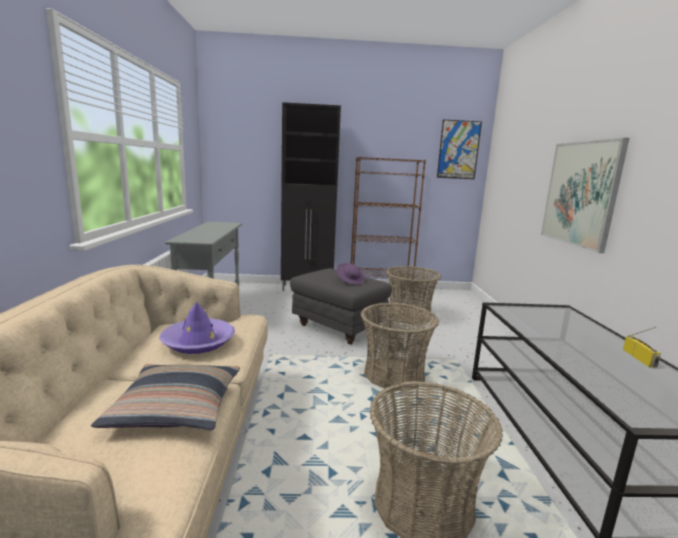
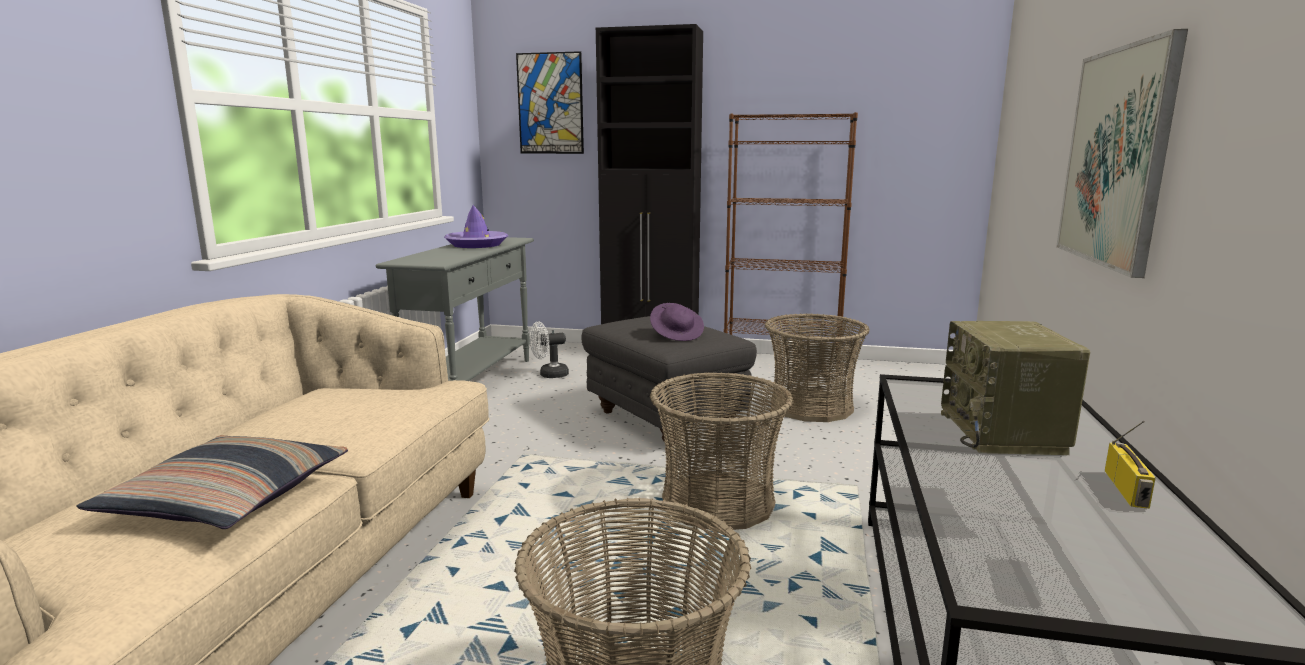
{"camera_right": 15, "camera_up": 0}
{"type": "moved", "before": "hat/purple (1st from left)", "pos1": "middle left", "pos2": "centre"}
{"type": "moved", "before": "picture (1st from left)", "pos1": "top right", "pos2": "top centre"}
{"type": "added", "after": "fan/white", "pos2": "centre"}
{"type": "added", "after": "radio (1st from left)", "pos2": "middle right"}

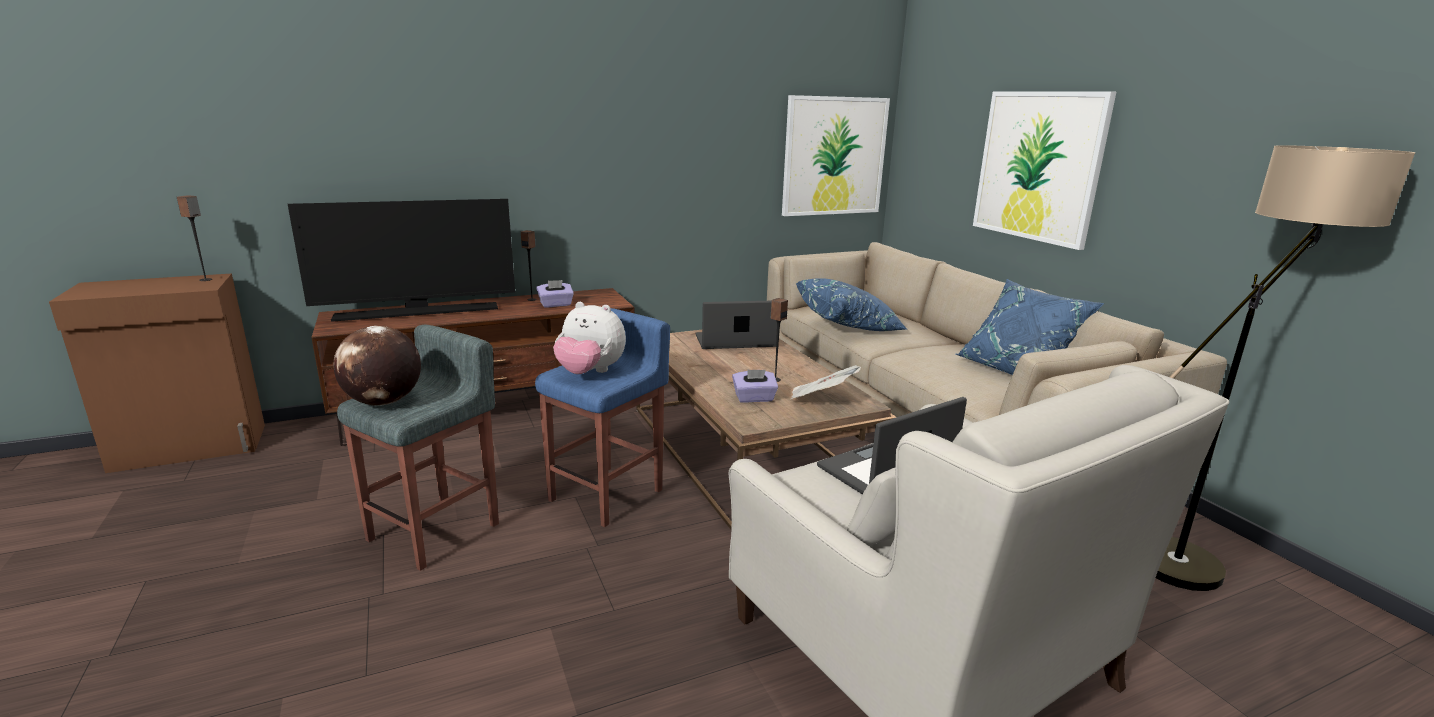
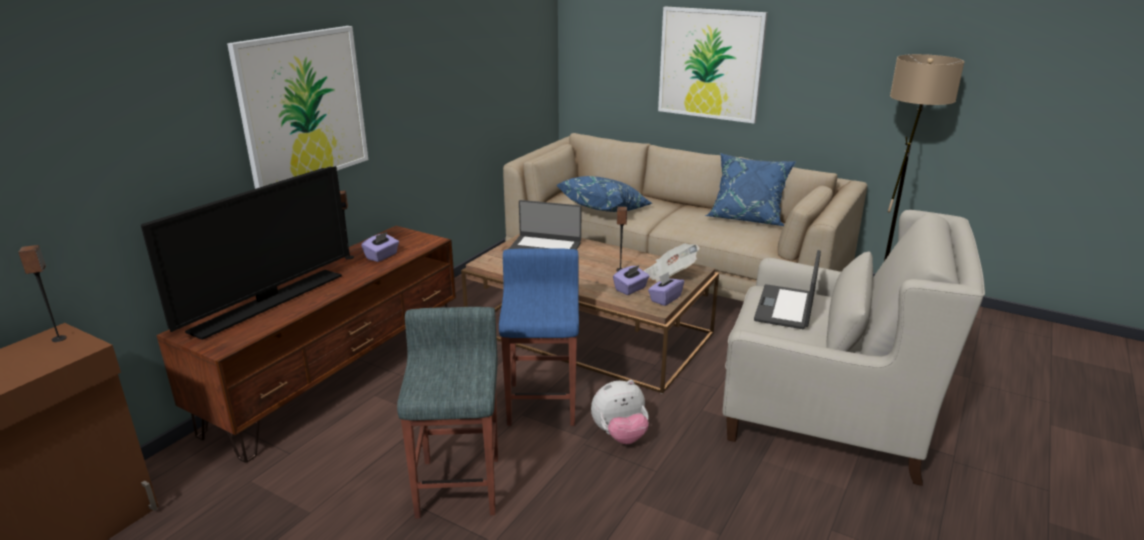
{"camera_right": -35, "camera_up": 5}
{"type": "removed", "before": "globe", "pos1": "middle left"}
{"type": "moved", "before": "plush toy", "pos1": "centre", "pos2": "bottom centre"}
{"type": "turned", "before": "laptop (1st from left)", "pos1": "centre", "pos2": "centre", "turn": -120}
{"type": "moved", "before": "picture (1st from left)", "pos1": "top centre", "pos2": "top left"}
{"type": "added", "after": "tissue box/purple (3rd from left)", "pos2": "centre"}

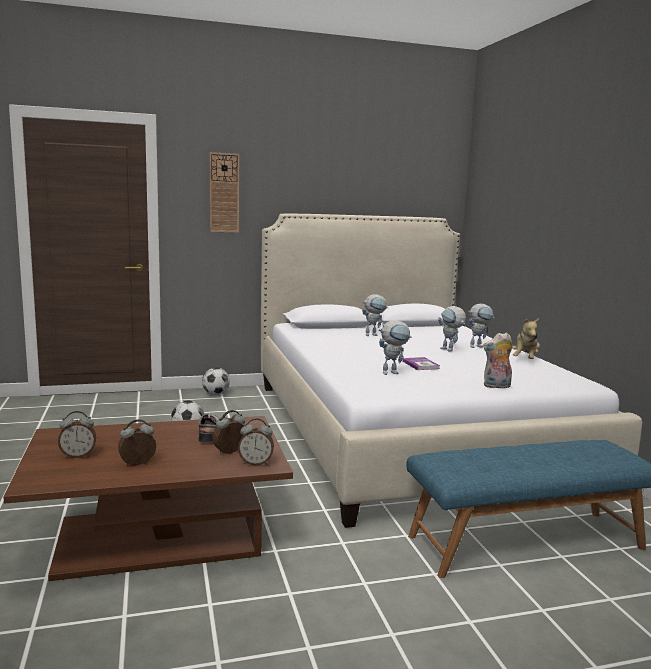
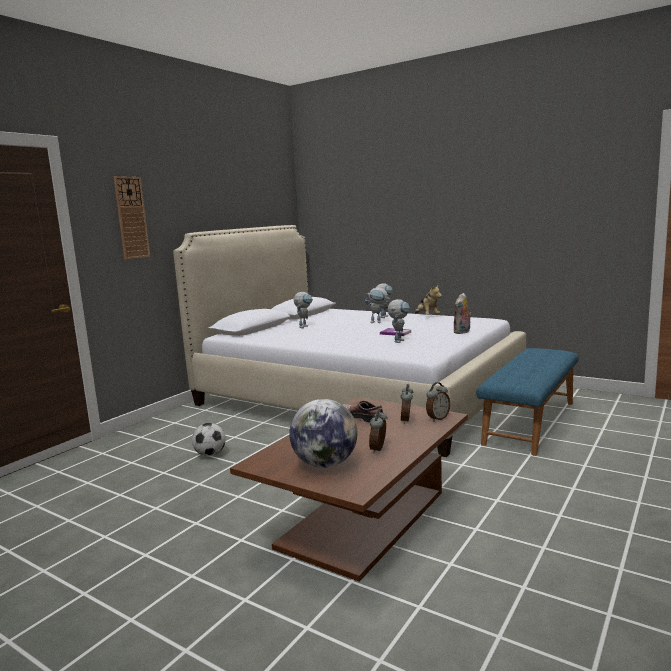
{"camera_right": -40, "camera_up": 0}
{"type": "replaced", "before": "alarm clock (1st from left)", "after": "globe", "pos1": "middle left", "pos2": "centre"}
{"type": "removed", "before": "football (2nd from left)", "pos1": "middle left"}

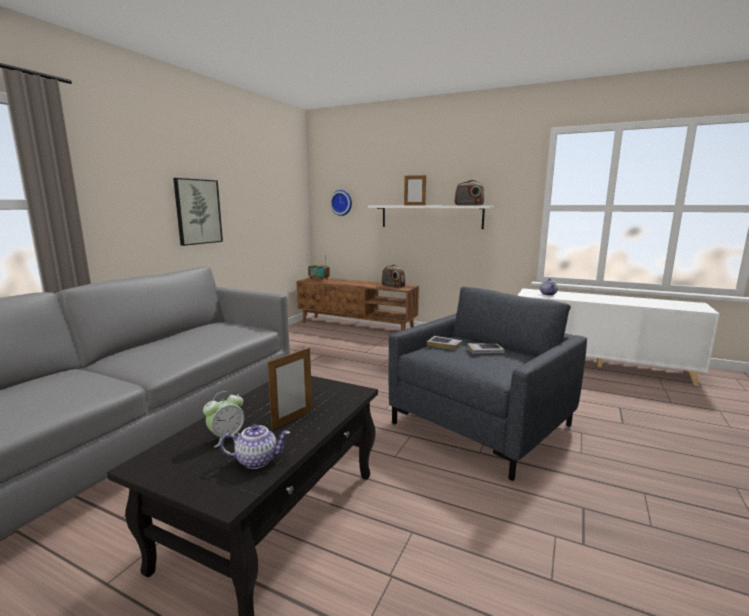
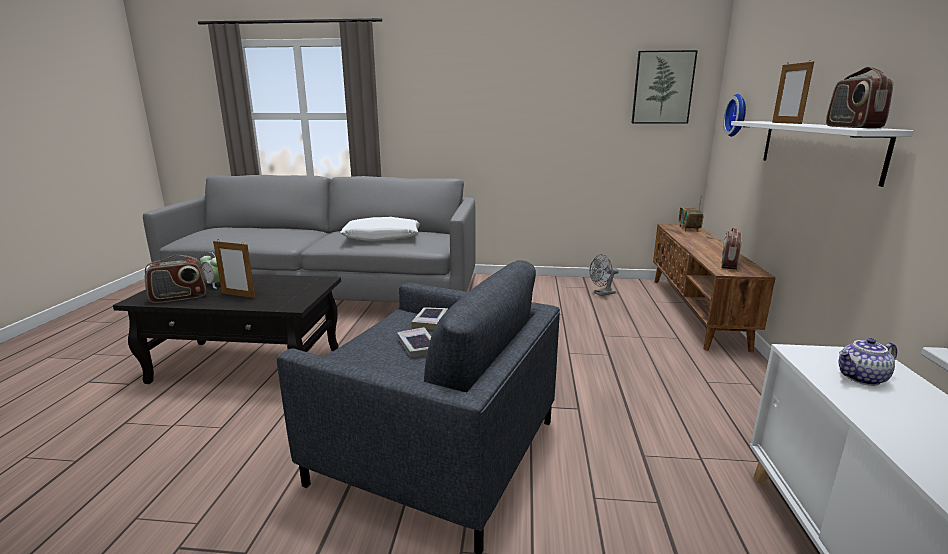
{"camera_right": 70, "camera_up": 5}
{"type": "moved", "before": "picture", "pos1": "middle left", "pos2": "top right"}
{"type": "replaced", "before": "teapot (1st from left)", "after": "radio (1st from left)", "pos1": "bottom centre", "pos2": "middle left"}
{"type": "added", "after": "pillow/white", "pos2": "centre"}
{"type": "added", "after": "fan/grey", "pos2": "centre"}

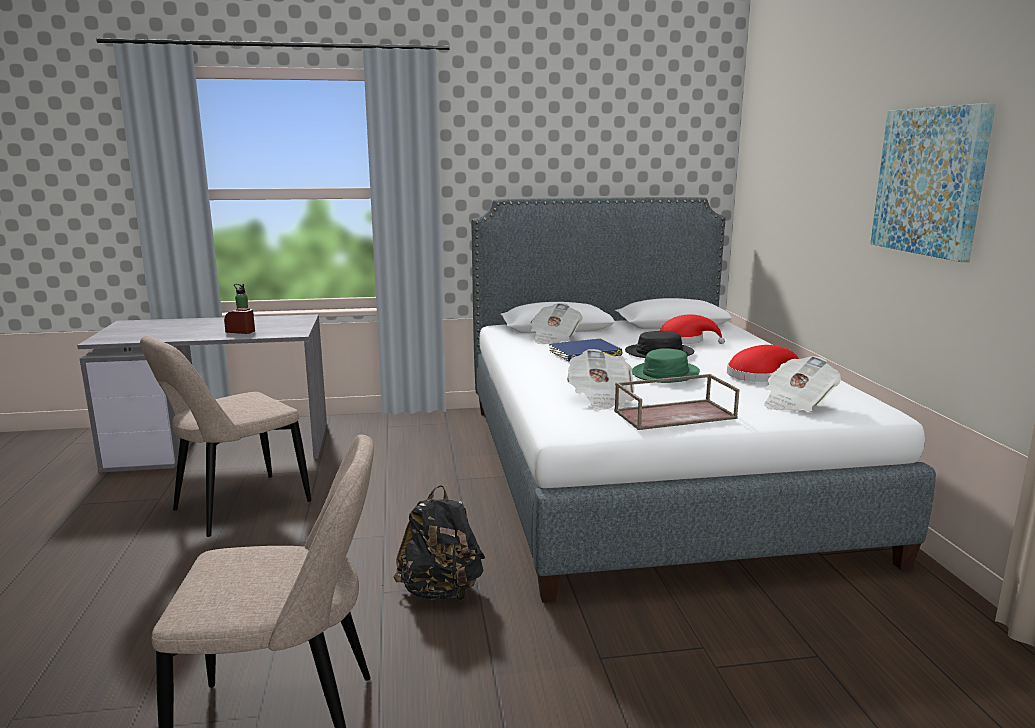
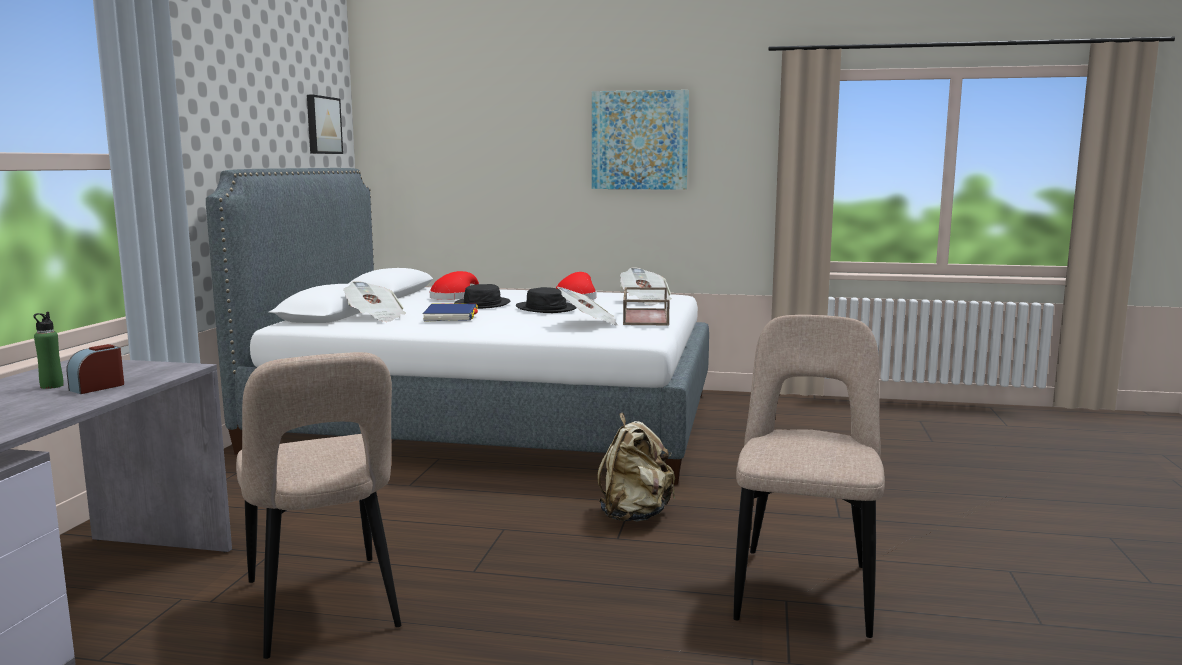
{"camera_right": -70, "camera_up": -5}
{"type": "recoloured", "before": "backpack/black", "after": "backpack/beige", "pos1": "bottom centre", "pos2": "bottom centre"}
{"type": "recoloured", "before": "hat/green", "after": "hat/black (2nd from left)", "pos1": "centre", "pos2": "centre"}
{"type": "added", "after": "picture (1st from left)", "pos2": "top left"}

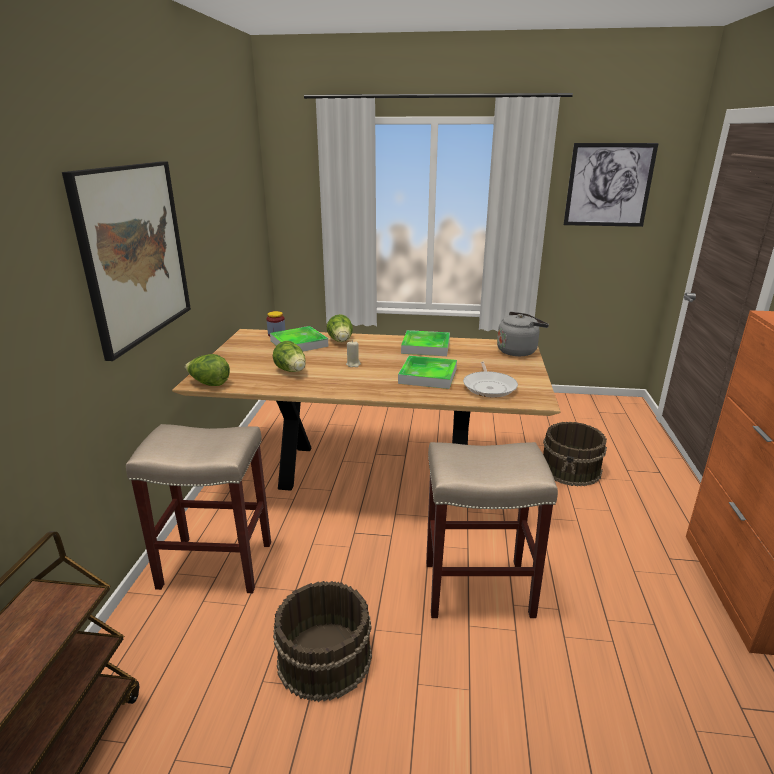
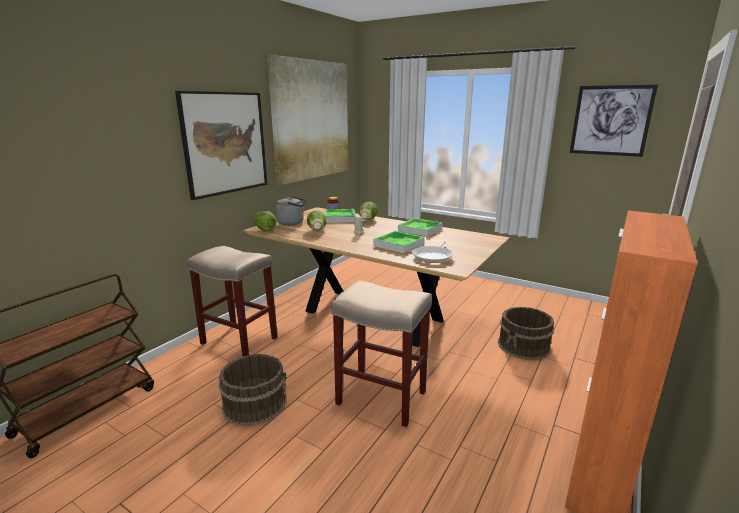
{"camera_right": 25, "camera_up": -5}
{"type": "moved", "before": "kettle/grey", "pos1": "middle right", "pos2": "centre"}
{"type": "added", "after": "picture (2nd from left)", "pos2": "top centre"}

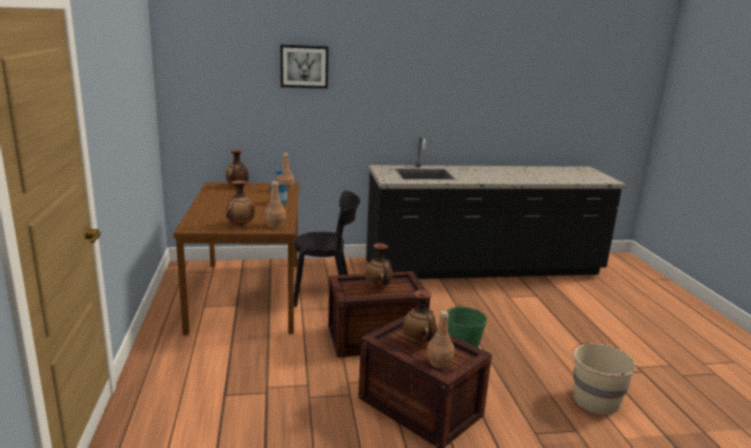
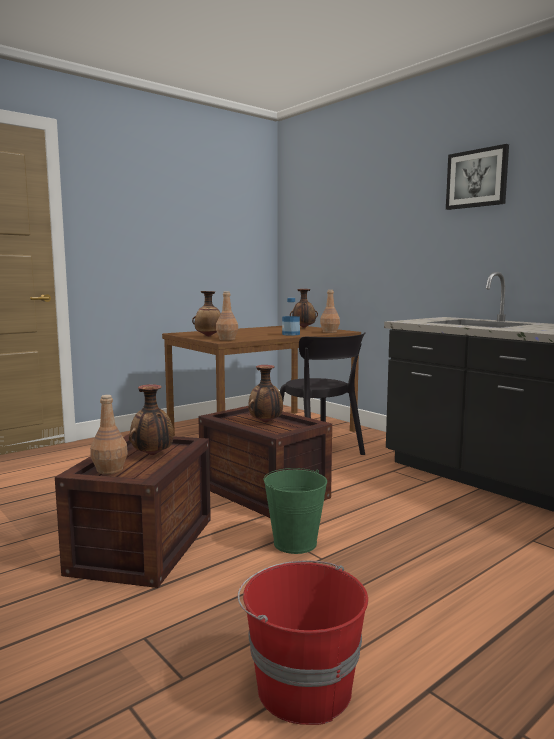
{"camera_right": 60, "camera_up": -10}
{"type": "moved", "before": "picture", "pos1": "top centre", "pos2": "top right"}
{"type": "recoloured", "before": "bucket/beige", "after": "bucket/red", "pos1": "bottom right", "pos2": "bottom centre"}

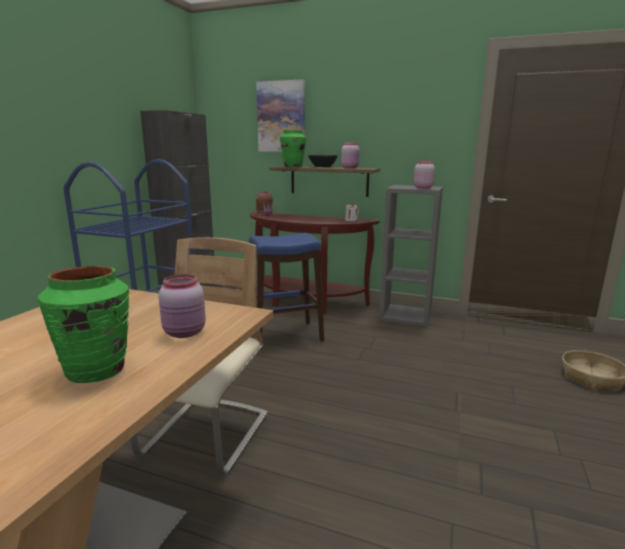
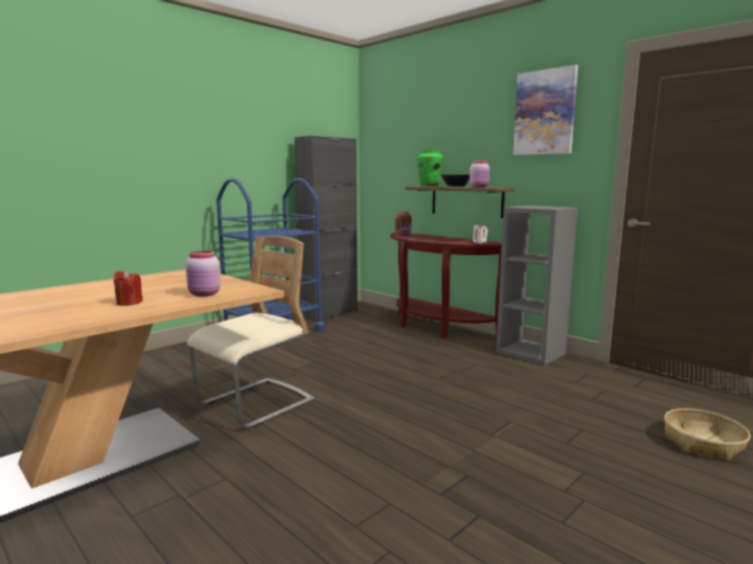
{"camera_right": 25, "camera_up": -5}
{"type": "replaced", "before": "vase/green (1st from left)", "after": "candle/red", "pos1": "middle left", "pos2": "middle left"}
{"type": "removed", "before": "stool/blue", "pos1": "centre"}
{"type": "moved", "before": "picture", "pos1": "top centre", "pos2": "top right"}
{"type": "removed", "before": "jar/pink (3rd from left)", "pos1": "top right"}

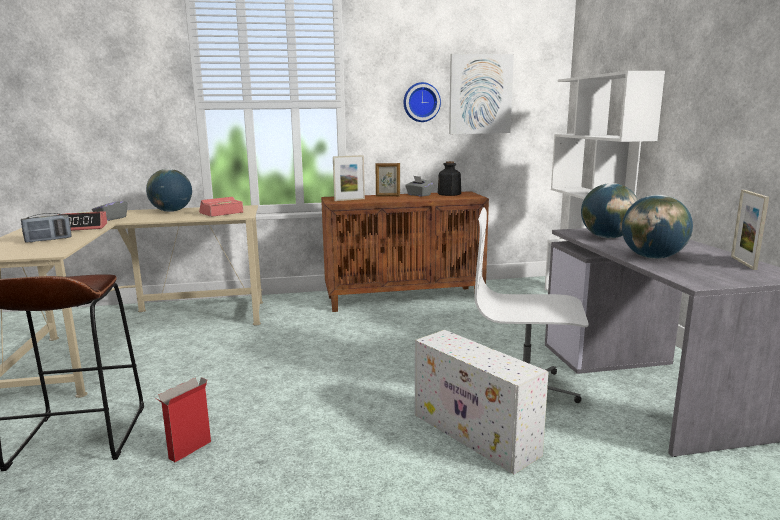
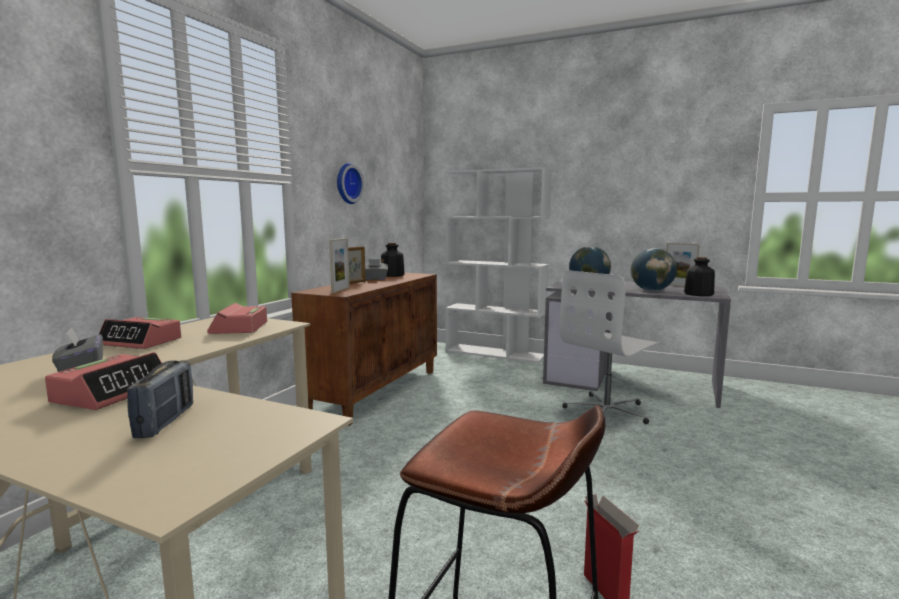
{"camera_right": -55, "camera_up": -5}
{"type": "replaced", "before": "globe (1st from left)", "after": "alarm clock (2nd from left)", "pos1": "middle left", "pos2": "middle left"}
{"type": "removed", "before": "storage box/white", "pos1": "bottom centre"}
{"type": "removed", "before": "picture", "pos1": "top centre"}
{"type": "added", "after": "bottle (2nd from left)", "pos2": "middle right"}

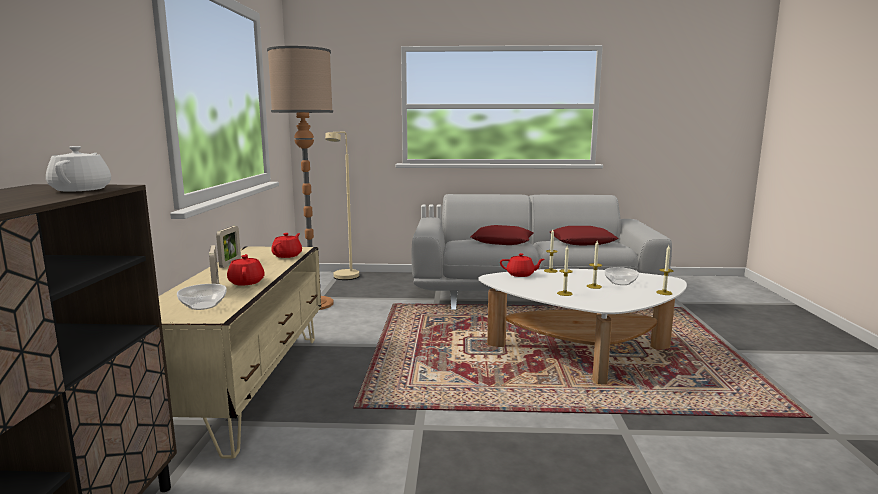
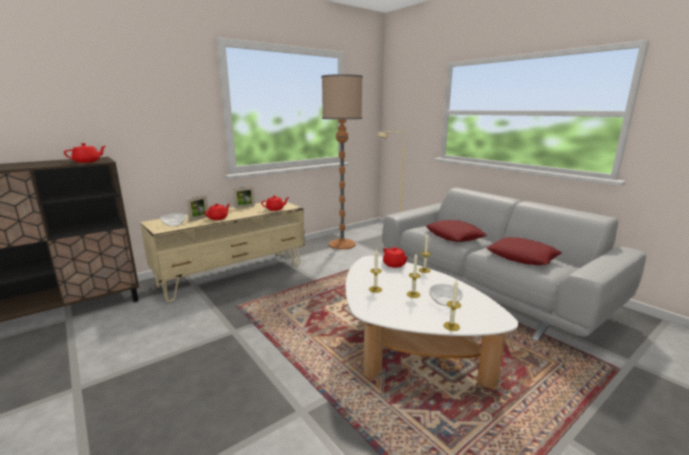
{"camera_right": 50, "camera_up": 5}
{"type": "recoloured", "before": "teapot/white", "after": "teapot/red (1st from left)", "pos1": "middle left", "pos2": "middle left"}

